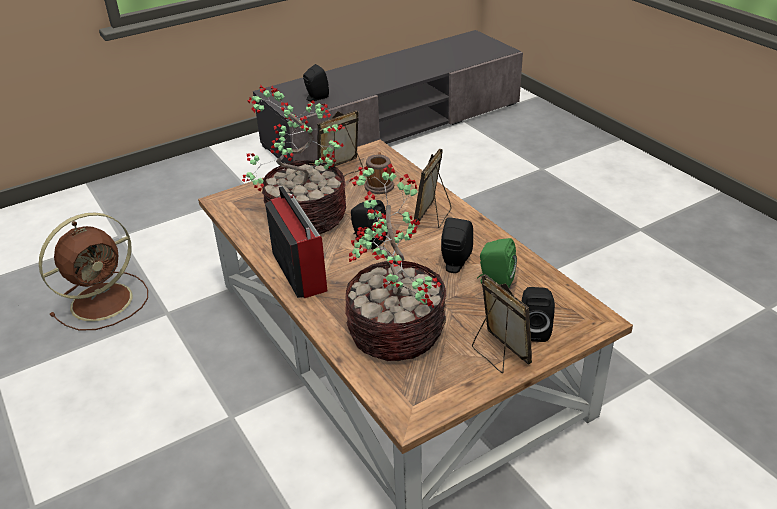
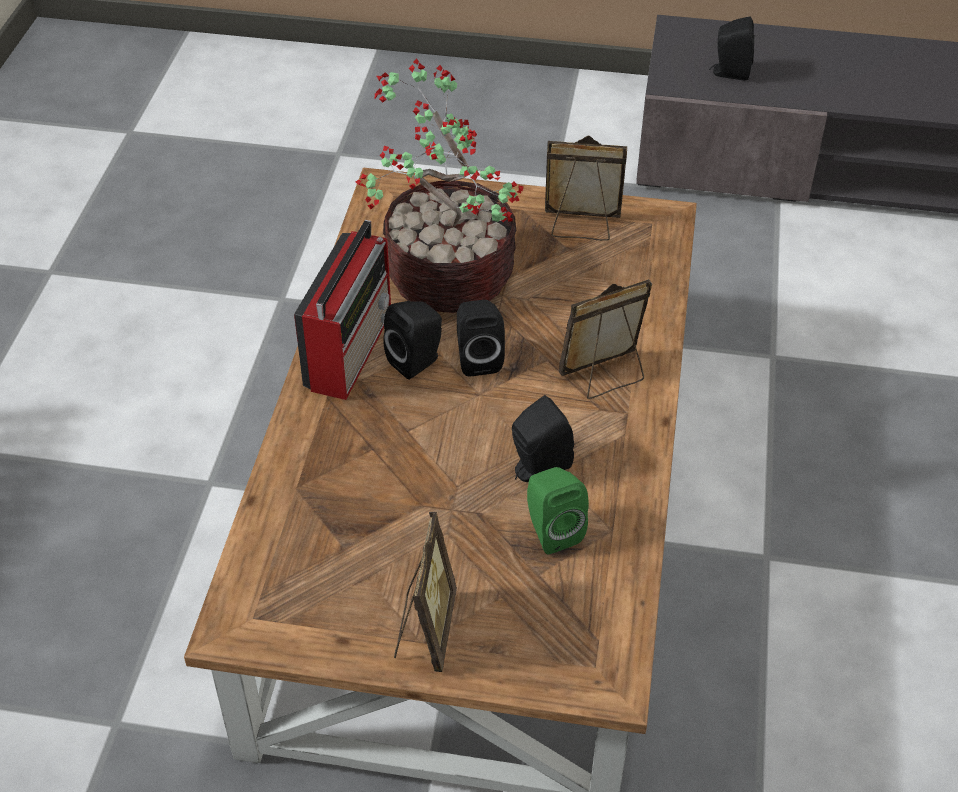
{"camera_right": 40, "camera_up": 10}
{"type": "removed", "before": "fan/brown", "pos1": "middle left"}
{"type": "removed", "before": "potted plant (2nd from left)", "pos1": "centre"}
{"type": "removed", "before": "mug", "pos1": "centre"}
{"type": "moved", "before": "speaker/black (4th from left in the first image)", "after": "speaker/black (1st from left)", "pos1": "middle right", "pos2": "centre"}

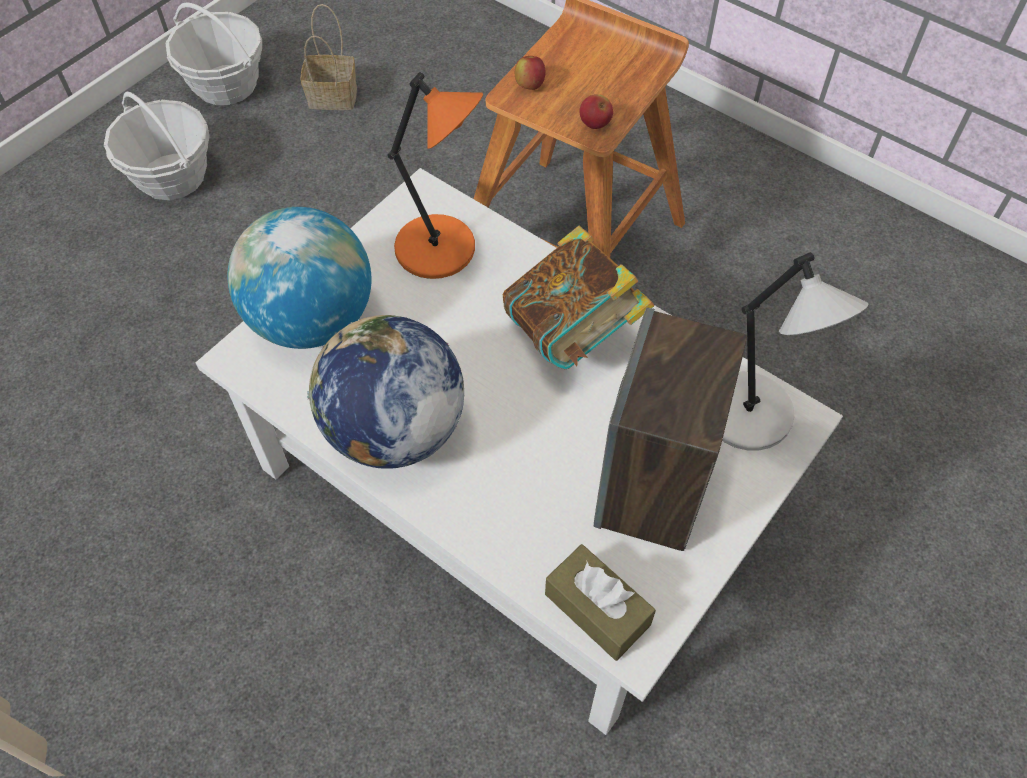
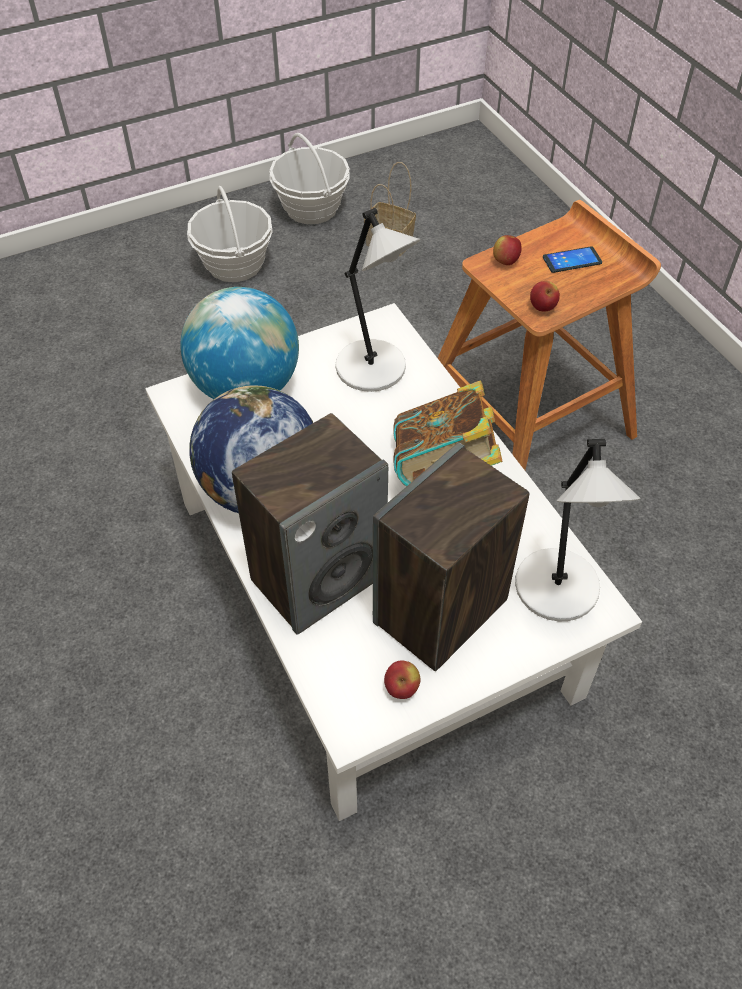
{"camera_right": 25, "camera_up": -5}
{"type": "recoloured", "before": "table lamp/orange", "after": "table lamp/grey (1st from left)", "pos1": "top centre", "pos2": "top centre"}
{"type": "removed", "before": "tissue box/brown", "pos1": "bottom centre"}
{"type": "added", "after": "speaker (1st from left)", "pos2": "centre"}
{"type": "added", "after": "apple (1st from left)", "pos2": "bottom centre"}
{"type": "added", "after": "phone", "pos2": "top right"}

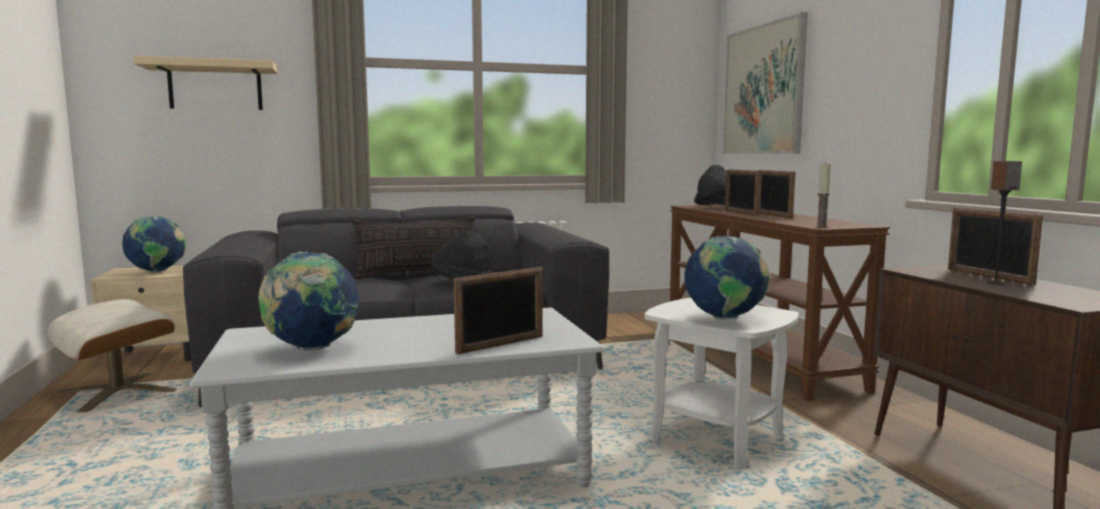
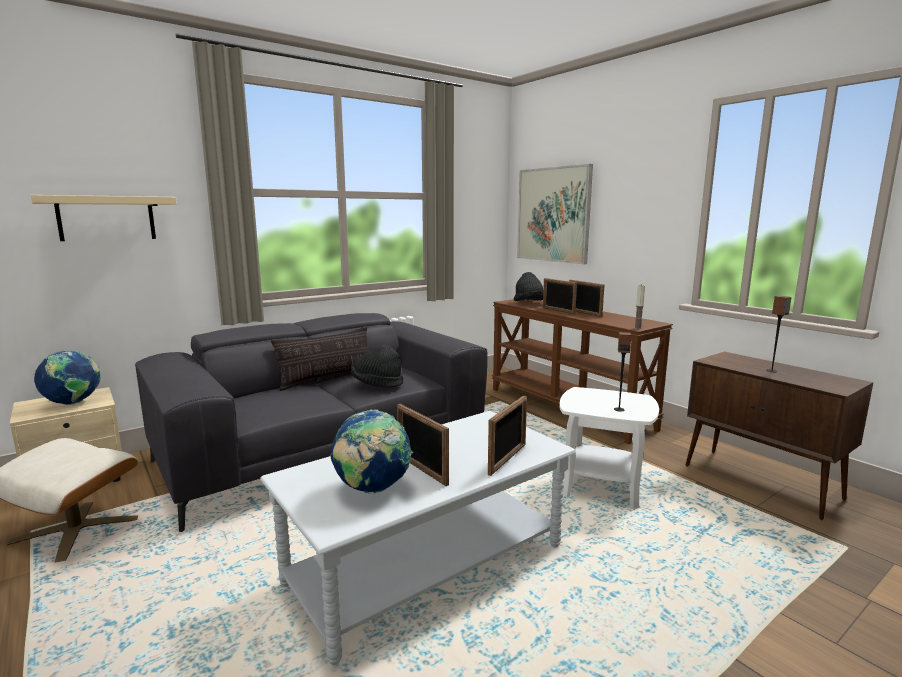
{"camera_right": -20, "camera_up": 5}
{"type": "replaced", "before": "globe (3rd from left)", "after": "speaker (1st from left)", "pos1": "centre", "pos2": "middle right"}
{"type": "moved", "before": "picture frame (4th from left in the first image)", "after": "picture frame (1st from left)", "pos1": "middle right", "pos2": "centre"}

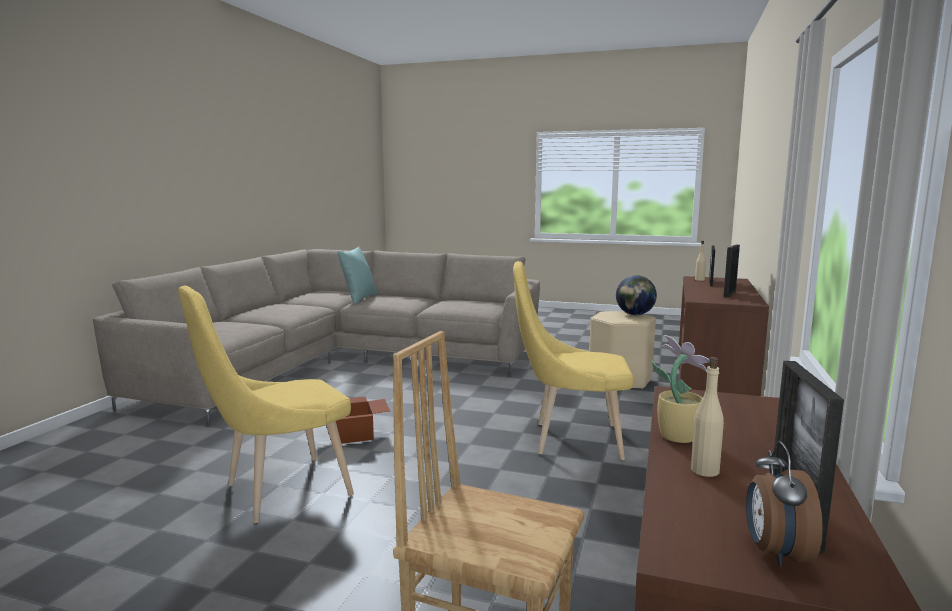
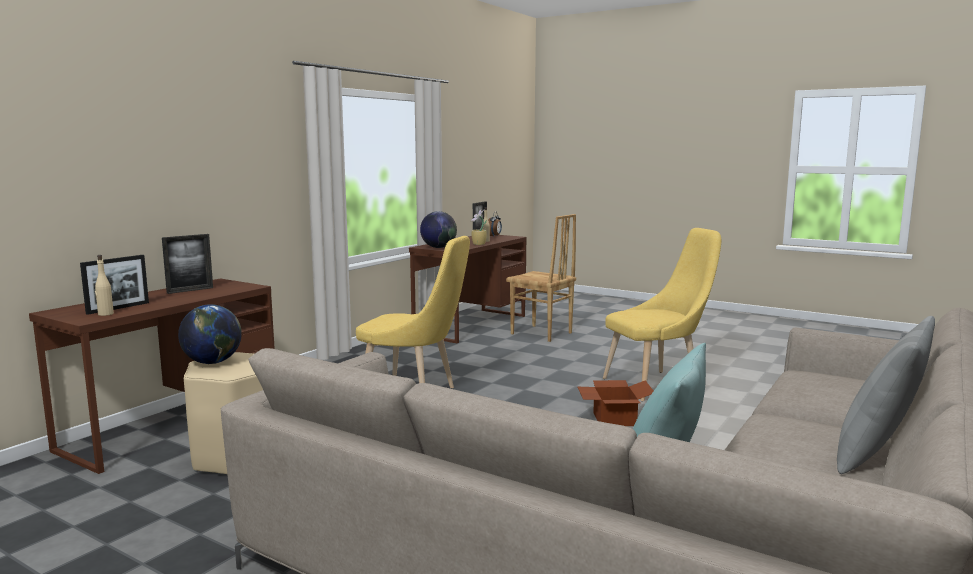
{"camera_right": -165, "camera_up": 0}
{"type": "added", "after": "globe (2nd from left)", "pos2": "centre"}
{"type": "added", "after": "pillow/grey", "pos2": "bottom right"}

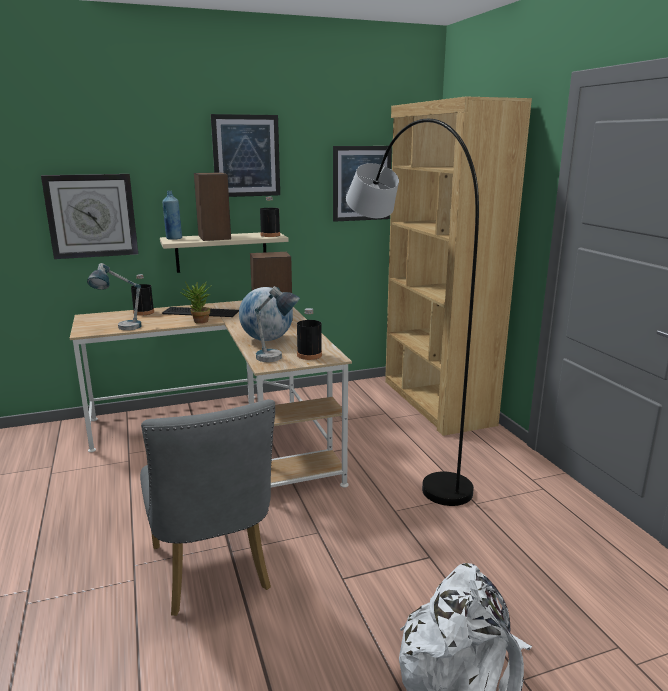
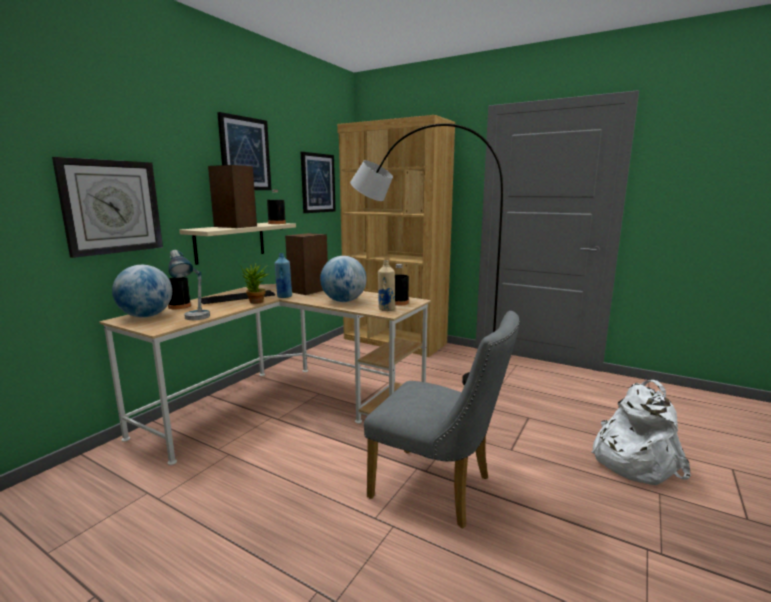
{"camera_right": -40, "camera_up": -5}
{"type": "moved", "before": "bottle/blue", "pos1": "top left", "pos2": "centre"}
{"type": "replaced", "before": "table lamp (2nd from left)", "after": "bottle/beige", "pos1": "centre", "pos2": "centre"}
{"type": "added", "after": "globe (1st from left)", "pos2": "middle left"}

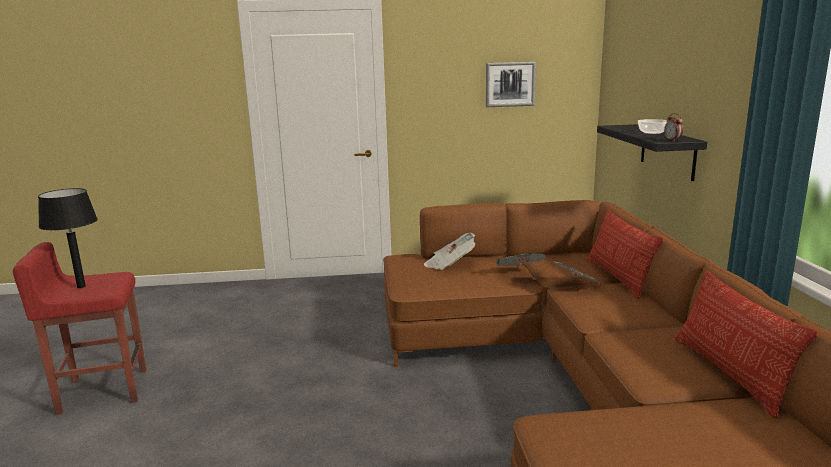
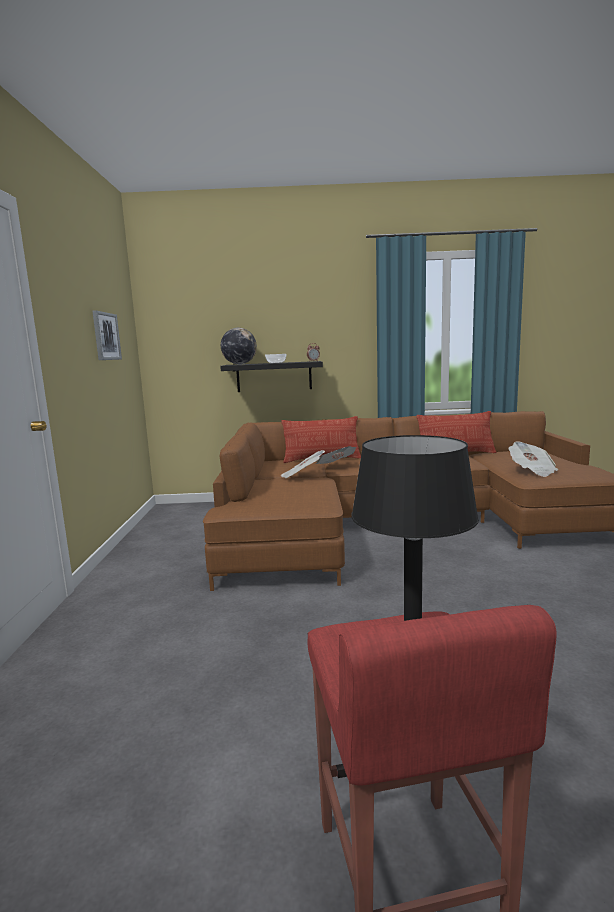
{"camera_right": -85, "camera_up": -5}
{"type": "moved", "before": "newspaper (1st from left in the first image)", "after": "newspaper (3rd from left)", "pos1": "centre", "pos2": "middle right"}
{"type": "added", "after": "globe", "pos2": "centre"}

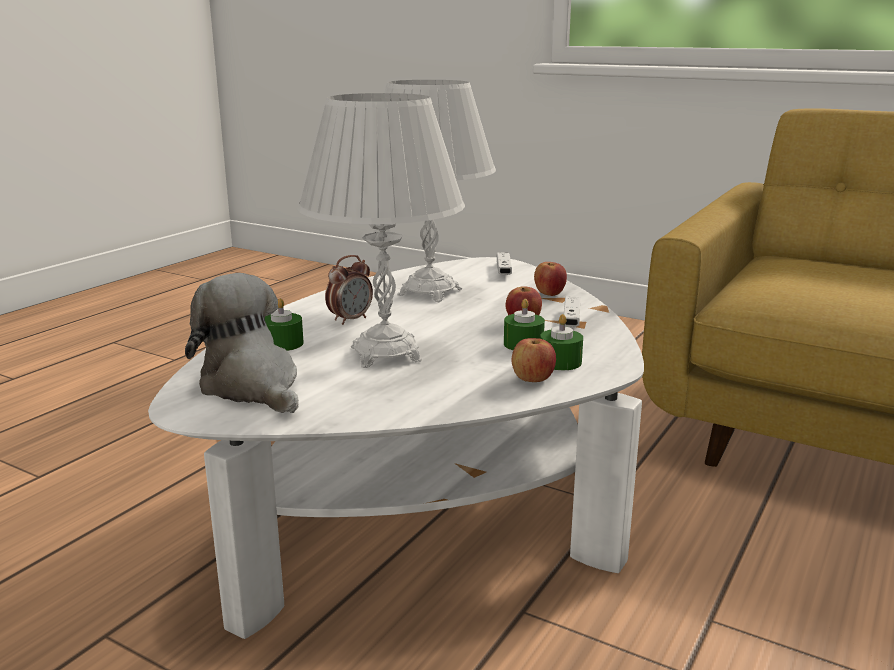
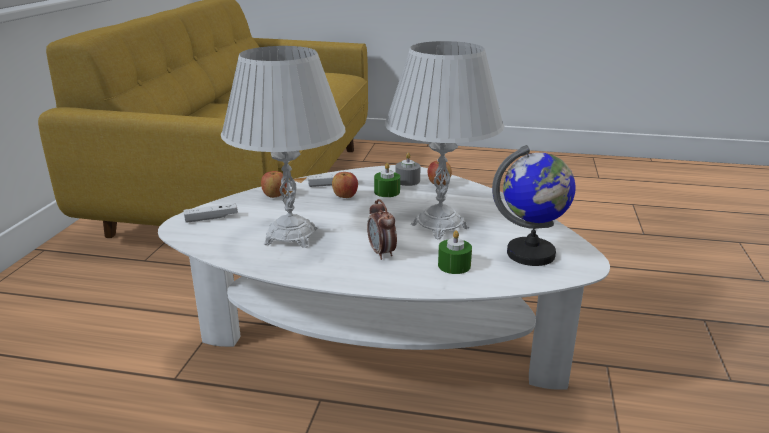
{"camera_right": -110, "camera_up": 5}
{"type": "replaced", "before": "plush toy", "after": "globe", "pos1": "middle left", "pos2": "middle right"}
{"type": "turned", "before": "alarm clock", "pos1": "centre", "pos2": "centre", "turn": -135}
{"type": "recoloured", "before": "candle/green (3rd from left)", "after": "candle/grey", "pos1": "centre", "pos2": "centre"}

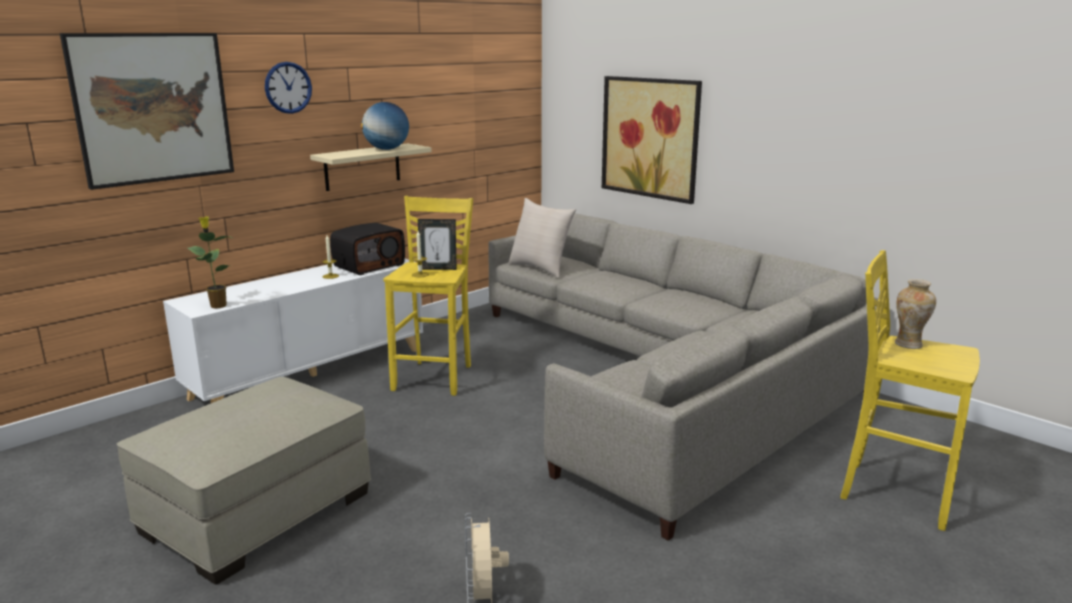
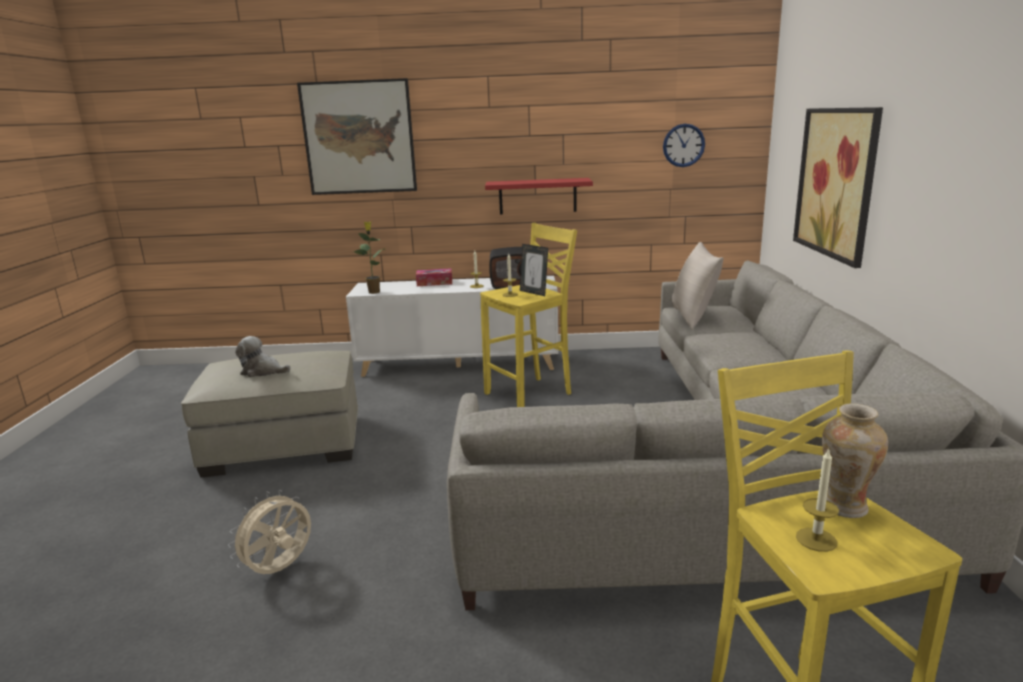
{"camera_right": 45, "camera_up": 0}
{"type": "moved", "before": "wall clock", "pos1": "top left", "pos2": "top right"}
{"type": "recoloured", "before": "shelf/beige", "after": "shelf/red", "pos1": "top centre", "pos2": "top centre"}
{"type": "removed", "before": "globe", "pos1": "top centre"}
{"type": "added", "after": "plush toy", "pos2": "middle left"}
{"type": "added", "after": "tissue box", "pos2": "centre"}
{"type": "added", "after": "candle (3rd from left)", "pos2": "bottom right"}

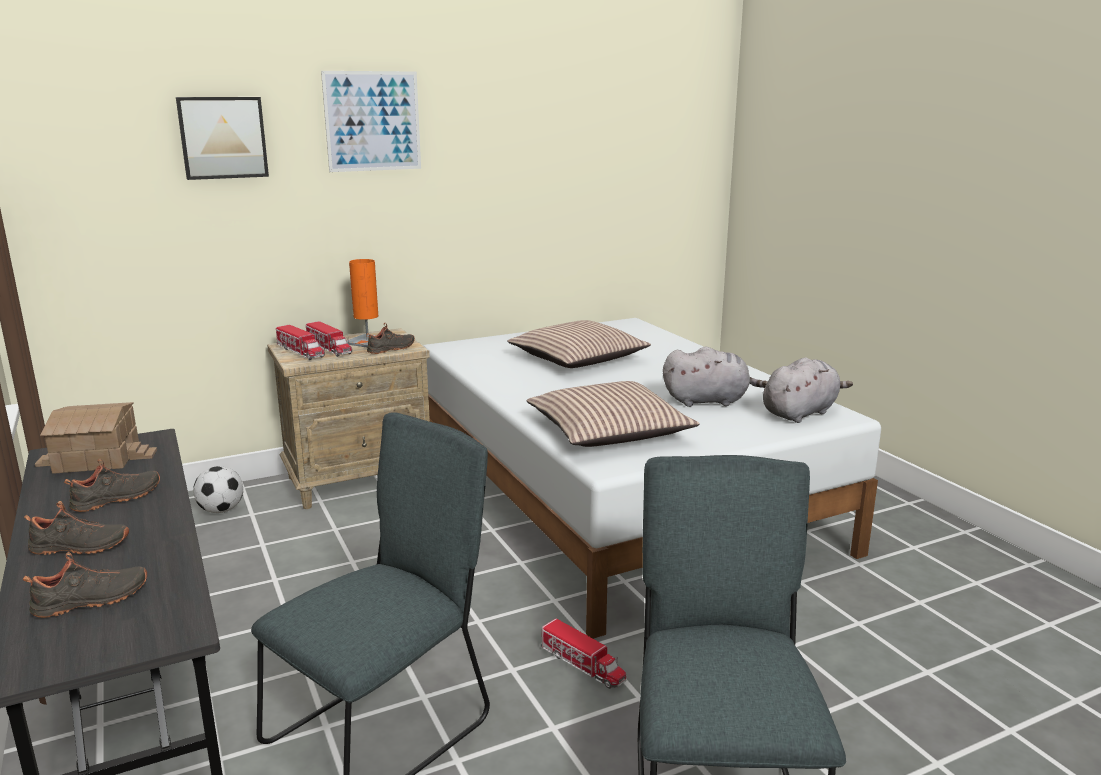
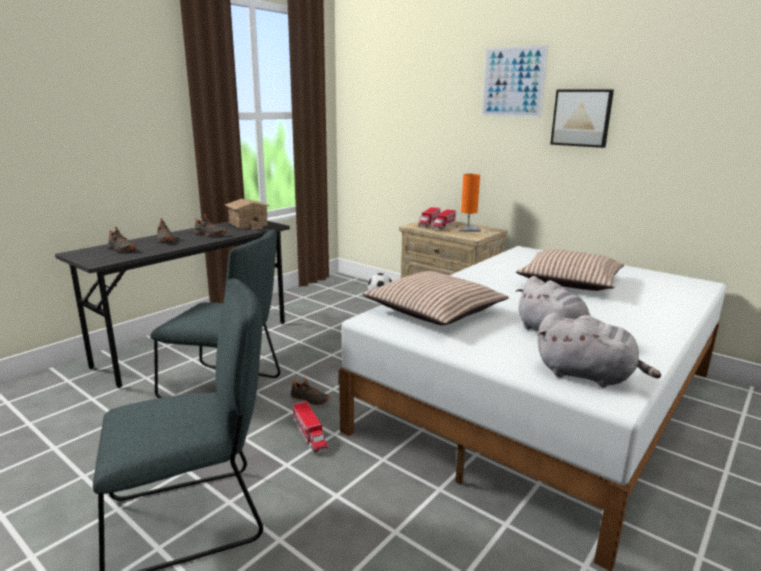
{"camera_right": 65, "camera_up": 0}
{"type": "moved", "before": "picture (1st from left in the first image)", "after": "picture (2nd from left)", "pos1": "top left", "pos2": "top right"}
{"type": "moved", "before": "shoe/black (4th from left)", "pos1": "centre", "pos2": "bottom centre"}
{"type": "turned", "before": "toy truck (3rd from left in the first image)", "pos1": "bottom centre", "pos2": "bottom centre", "turn": -45}

